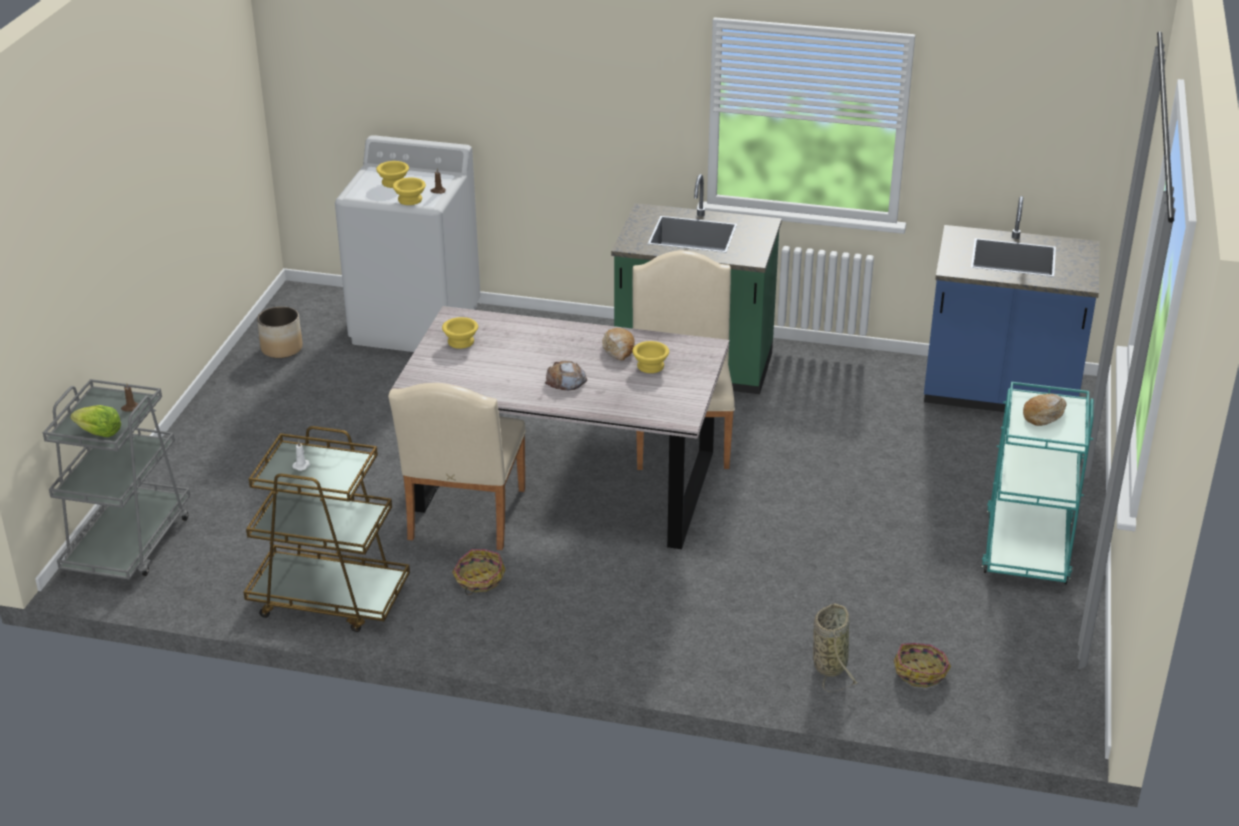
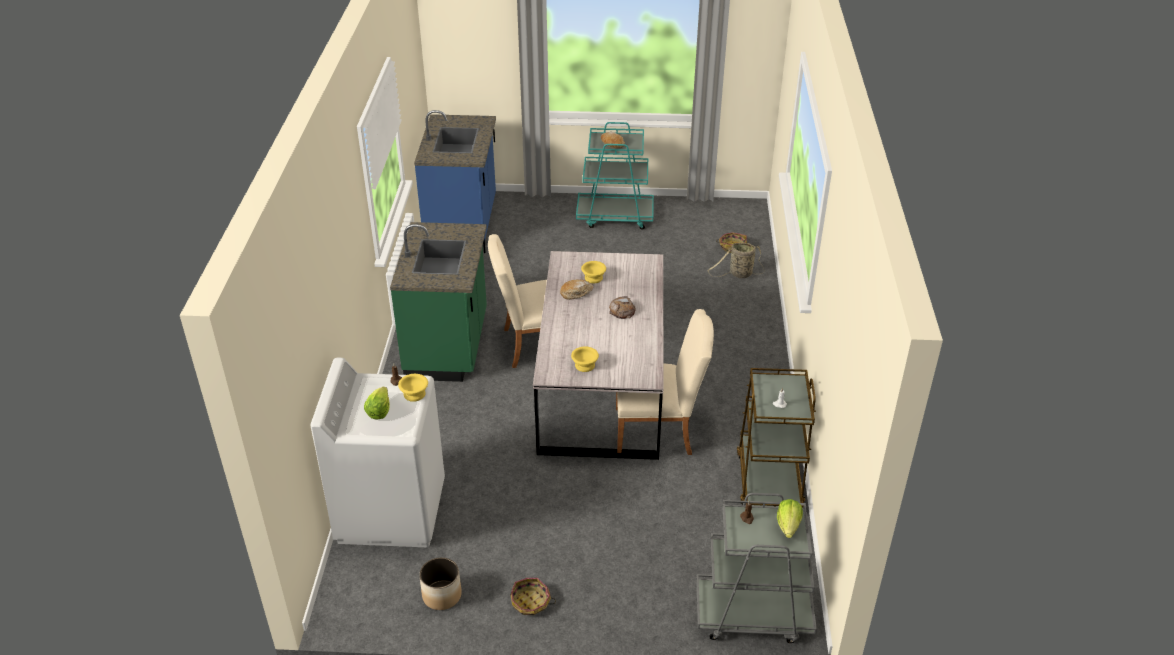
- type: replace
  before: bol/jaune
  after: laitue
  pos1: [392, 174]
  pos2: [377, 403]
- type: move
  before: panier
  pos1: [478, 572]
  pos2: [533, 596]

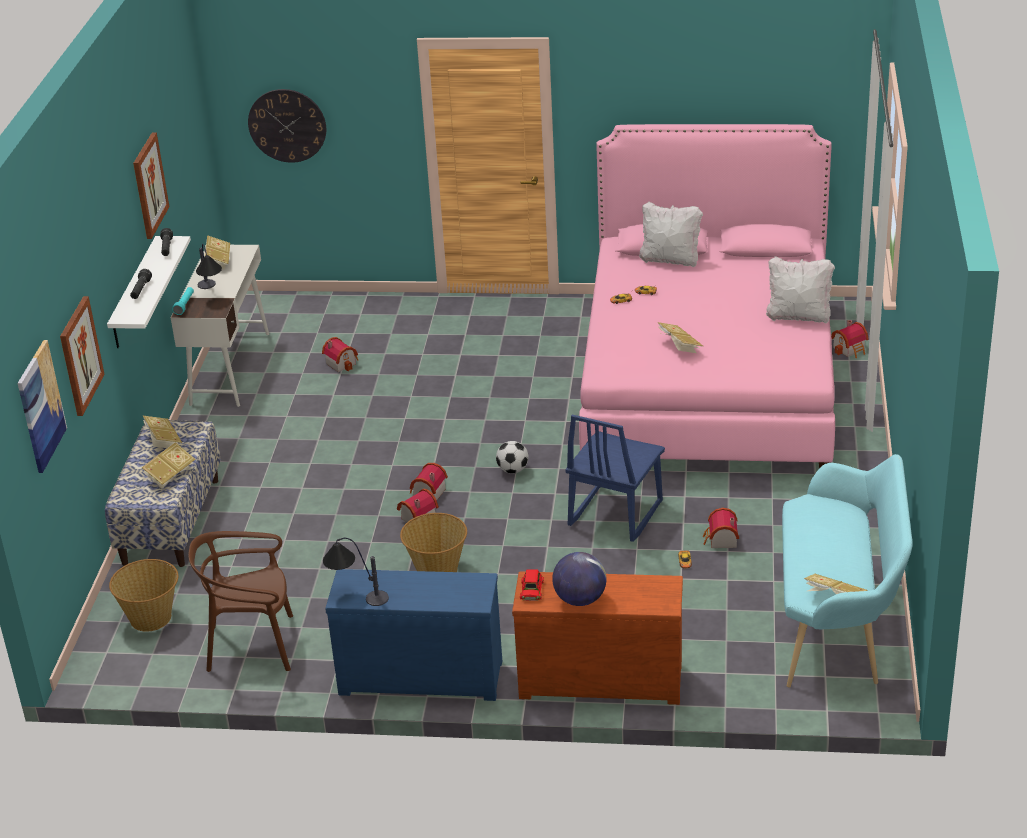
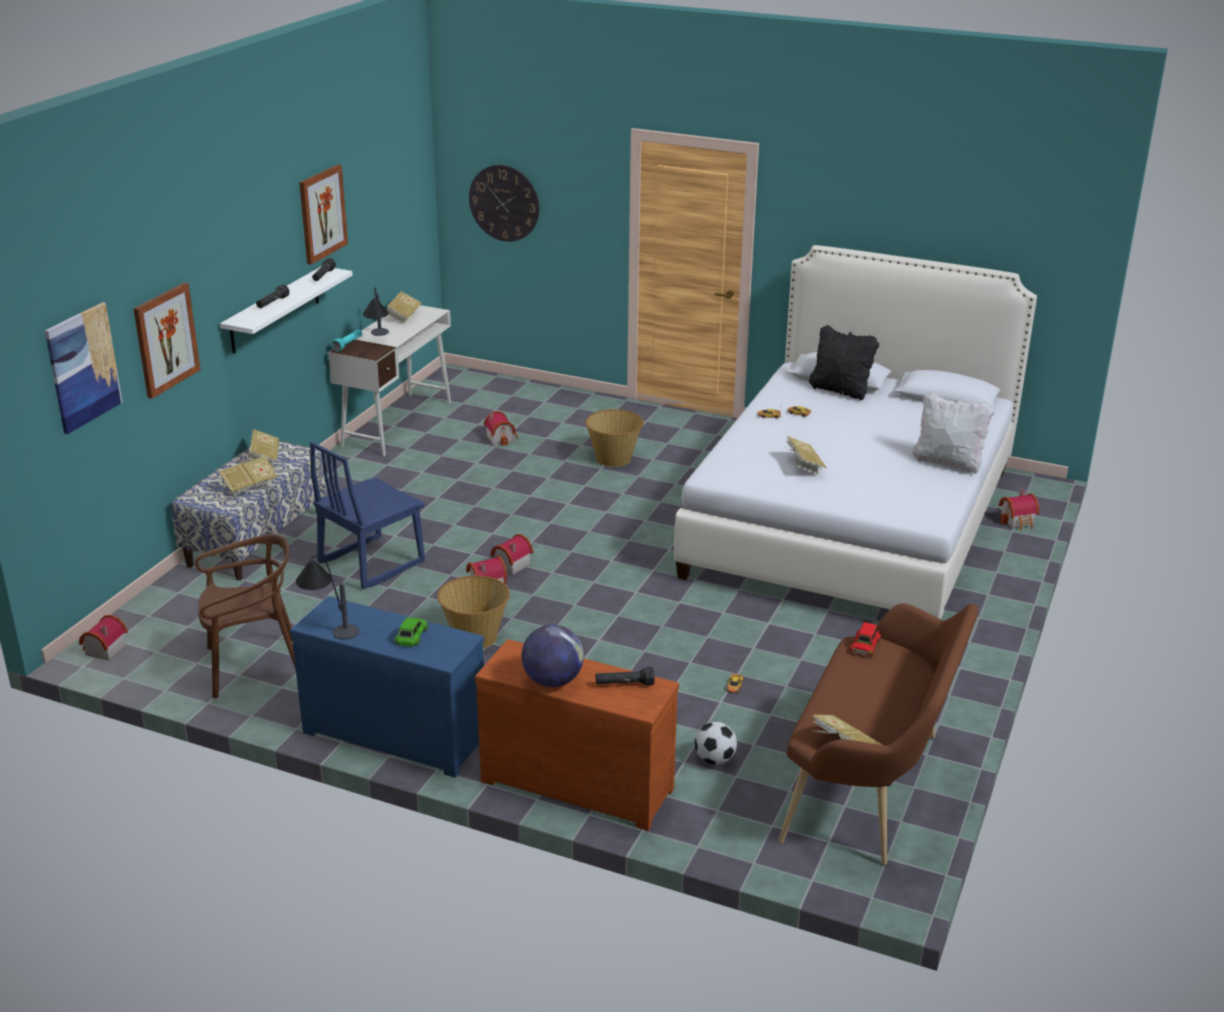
- type: move
  before: panier
  pos1: [143, 595]
  pos2: [614, 438]
- type: rotate
  before: chaise/marron
  pos1: [240, 601]
  pos2: [245, 616]
  turn: 150
- type: move
  before: ballon de foot
  pos1: [512, 457]
  pos2: [716, 743]
- type: move
  before: petite voiture/rouge
  pos1: [532, 585]
  pos2: [865, 639]
- type: move
  before: chaise/bleu
  pos1: [615, 478]
  pos2: [367, 515]
- type: recolor
  before: lit/rose
  after: lit/blanc
  pos1: [707, 296]
  pos2: [855, 432]
- type: recolor
  before: coussin/blanc
  after: coussin/noir
  pos1: [671, 234]
  pos2: [844, 363]
- type: move
  before: maison miniature
  pos1: [721, 528]
  pos2: [103, 638]
- type: recolor
  before: banc/turquoise
  after: banc/marron
  pos1: [847, 570]
  pos2: [878, 734]
- type: insert
  after: petite voiture/vert
  pos2: [411, 632]
- type: insert
  after: lampe de poche/noir
  pos2: [625, 676]

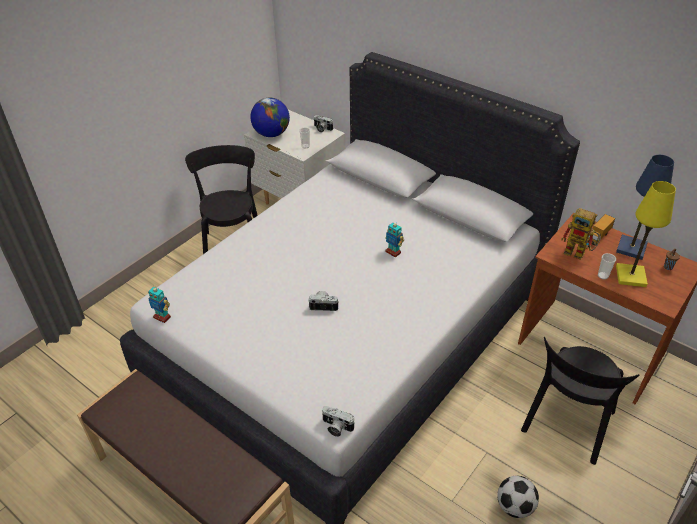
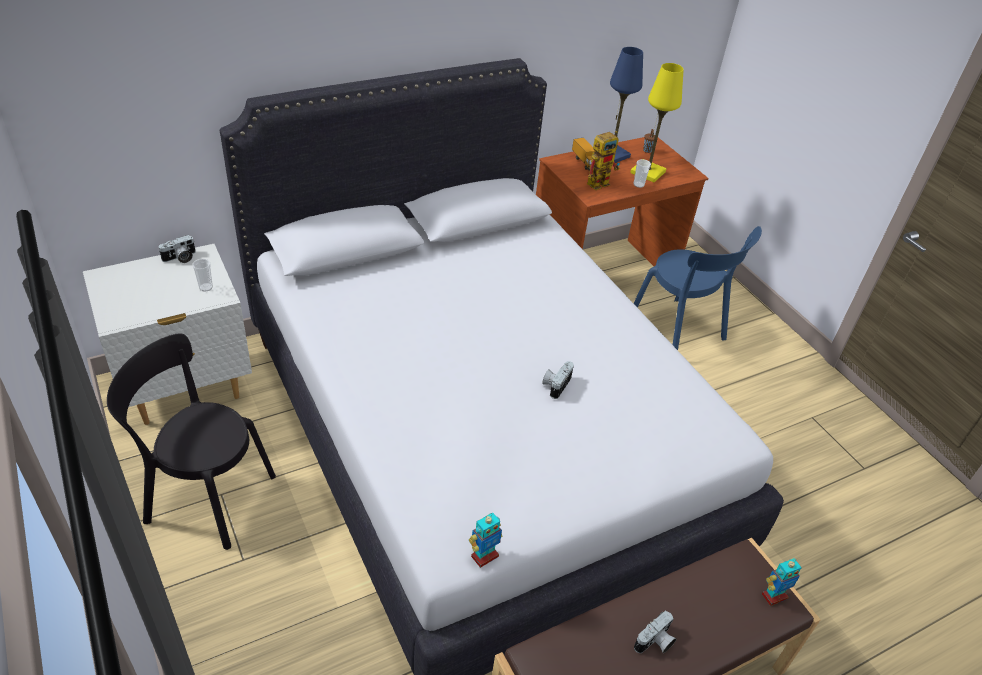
- type: delete
  before: globe
  pos1: [270, 117]
- type: move
  before: appareil photo
  pos1: [338, 421]
  pos2: [655, 632]
- type: move
  before: robot jouet
  pos1: [394, 239]
  pos2: [782, 582]
- type: delete
  before: ballon de foot
  pos1: [518, 497]
- type: recolor
  before: chaise/noir
  after: chaise/bleu
  pos1: [580, 401]
  pos2: [698, 288]

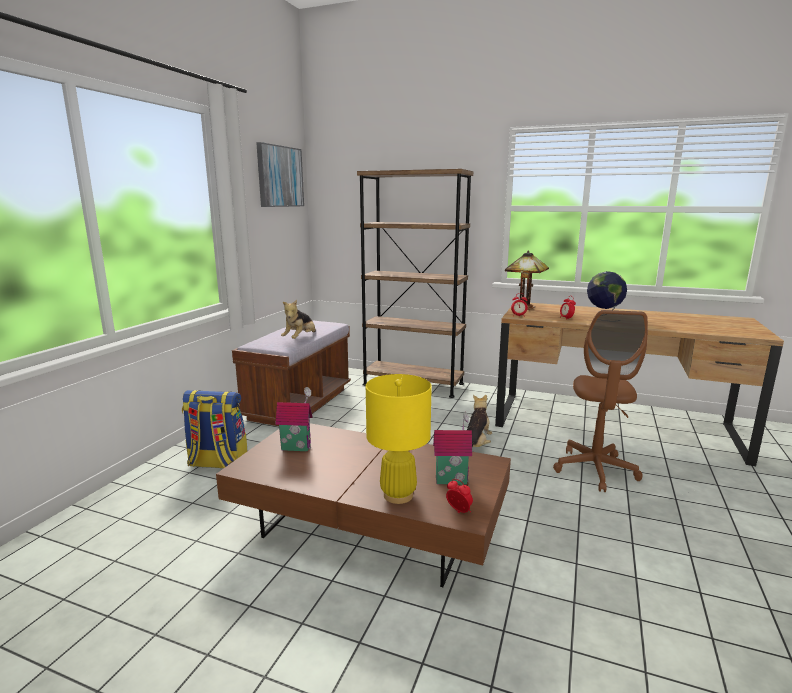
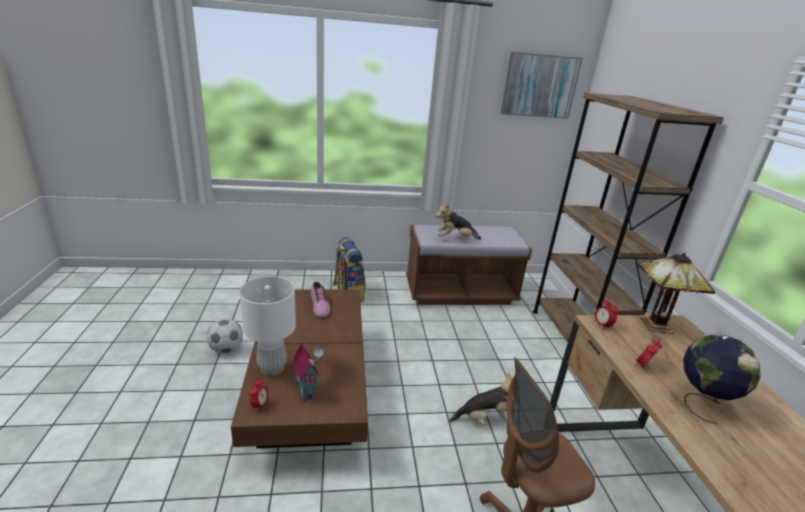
- type: replace
  before: maison miniature
  after: chaussure
  pos1: [294, 419]
  pos2: [320, 299]
- type: recolor
  before: lampe de table/jaune
  after: lampe de table/blanc
  pos1: [399, 439]
  pos2: [268, 327]
- type: insert
  after: ballon de foot
  pos2: [225, 336]

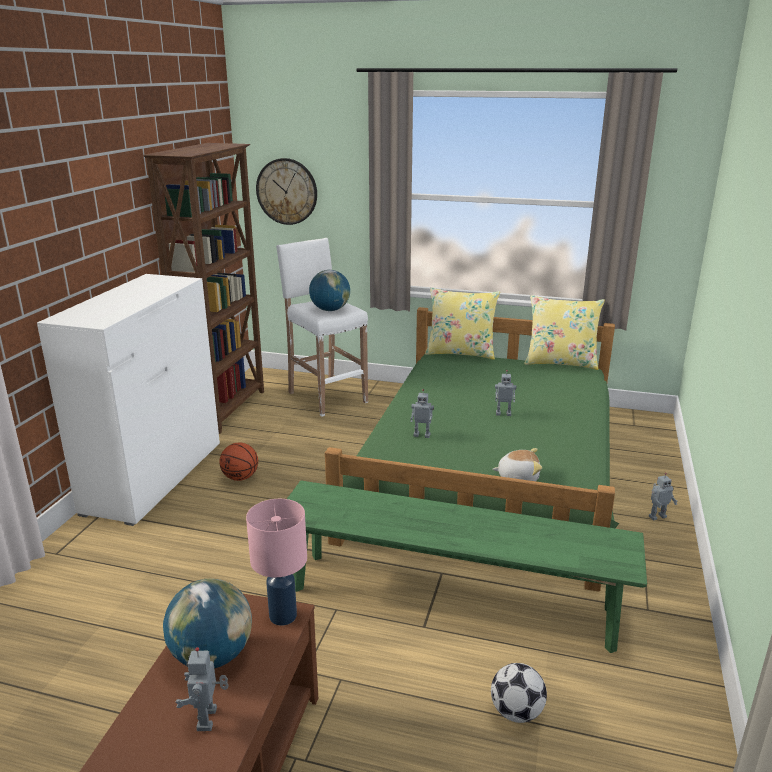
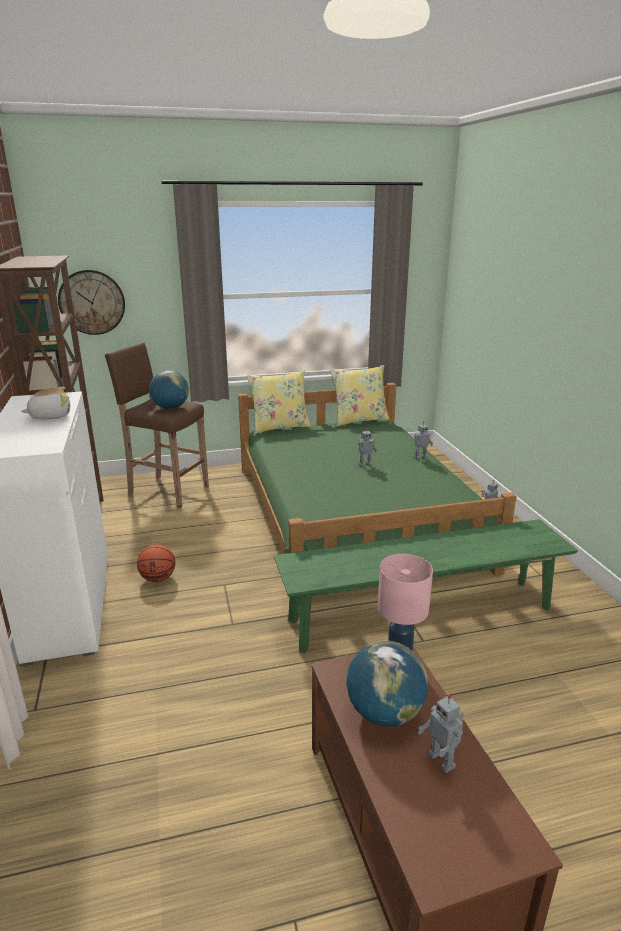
- type: recolor
  before: tabouret/blanc
  after: tabouret/marron
  pos1: [322, 327]
  pos2: [157, 425]
- type: move
  before: robot jouet
  pos1: [422, 413]
  pos2: [423, 440]
- type: delete
  before: ballon de foot
  pos1: [519, 693]
- type: move
  before: peluche
  pos1: [517, 464]
  pos2: [45, 403]

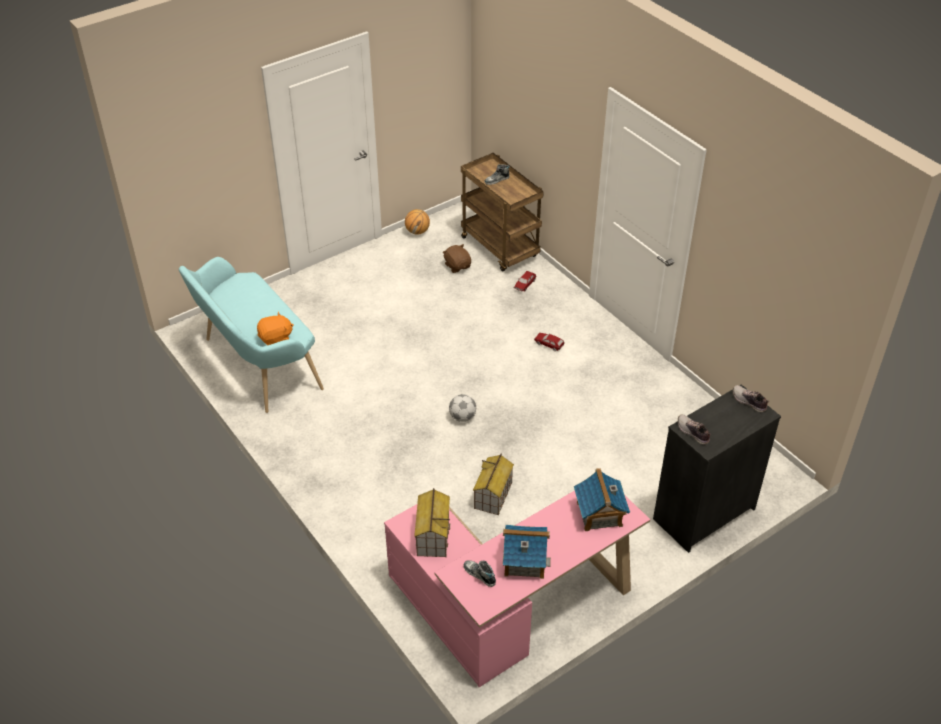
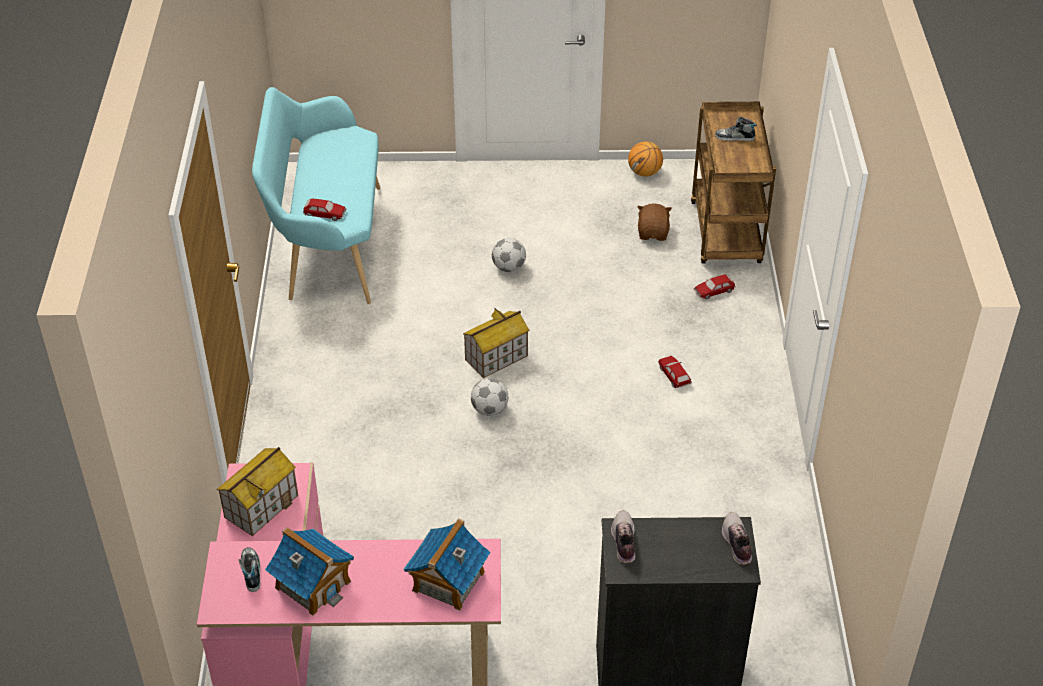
- type: replace
  before: peluche/orange
  after: petite voiture
  pos1: [275, 328]
  pos2: [324, 209]
- type: move
  before: maison miniature
  pos1: [493, 484]
  pos2: [496, 343]
- type: insert
  after: ballon de foot
  pos2: [509, 255]

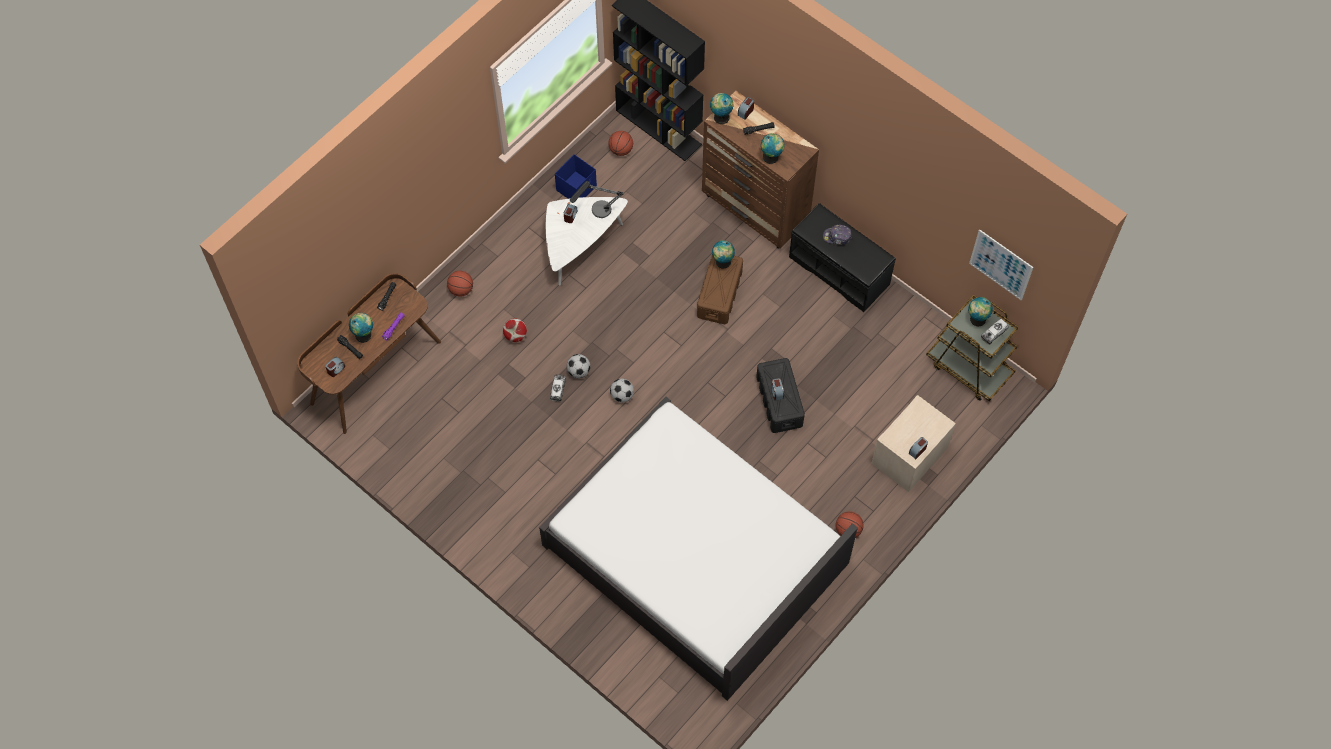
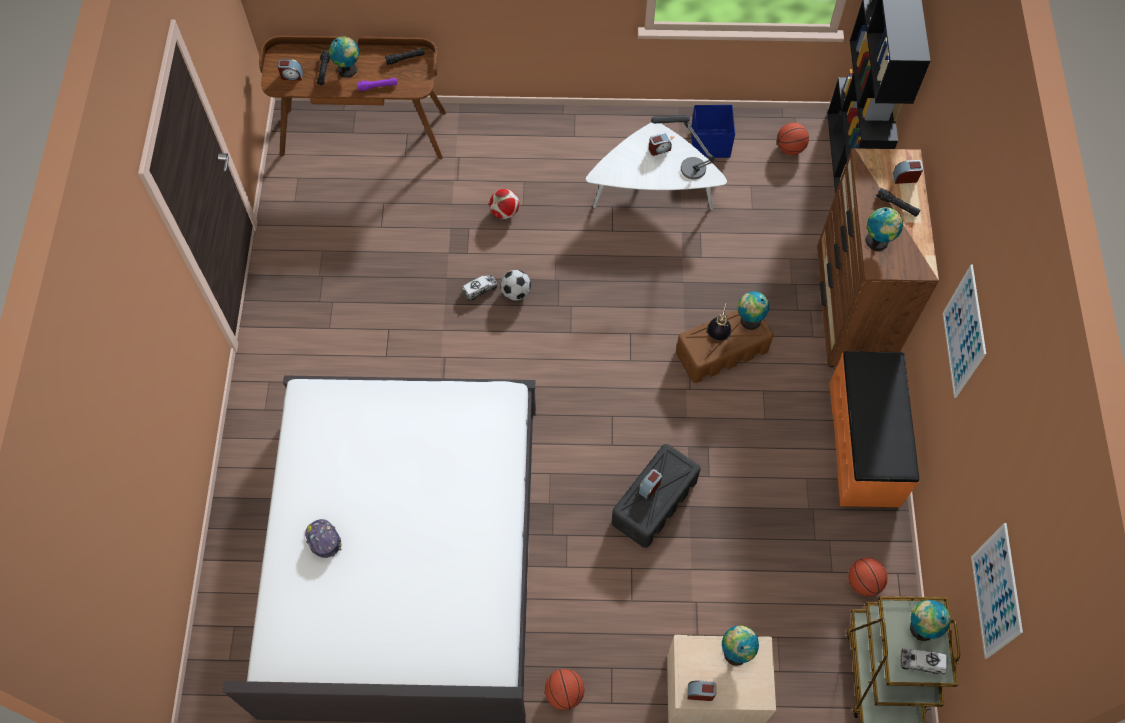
- type: move
  before: ballon de basket
  pos1: [460, 284]
  pos2: [868, 577]
- type: delete
  before: ballon de foot
  pos1: [622, 391]
- type: move
  before: globe
  pos1: [721, 108]
  pos2: [740, 646]
- type: recolor
  before: banc/noir
  after: banc/orange
  pos1: [842, 257]
  pos2: [874, 429]
- type: move
  before: casquette
  pos1: [837, 235]
  pos2: [323, 538]
- type: insert
  after: lampe de table
  pos2: [719, 321]
- type: insert
  after: tableau
  pos2: [964, 331]

